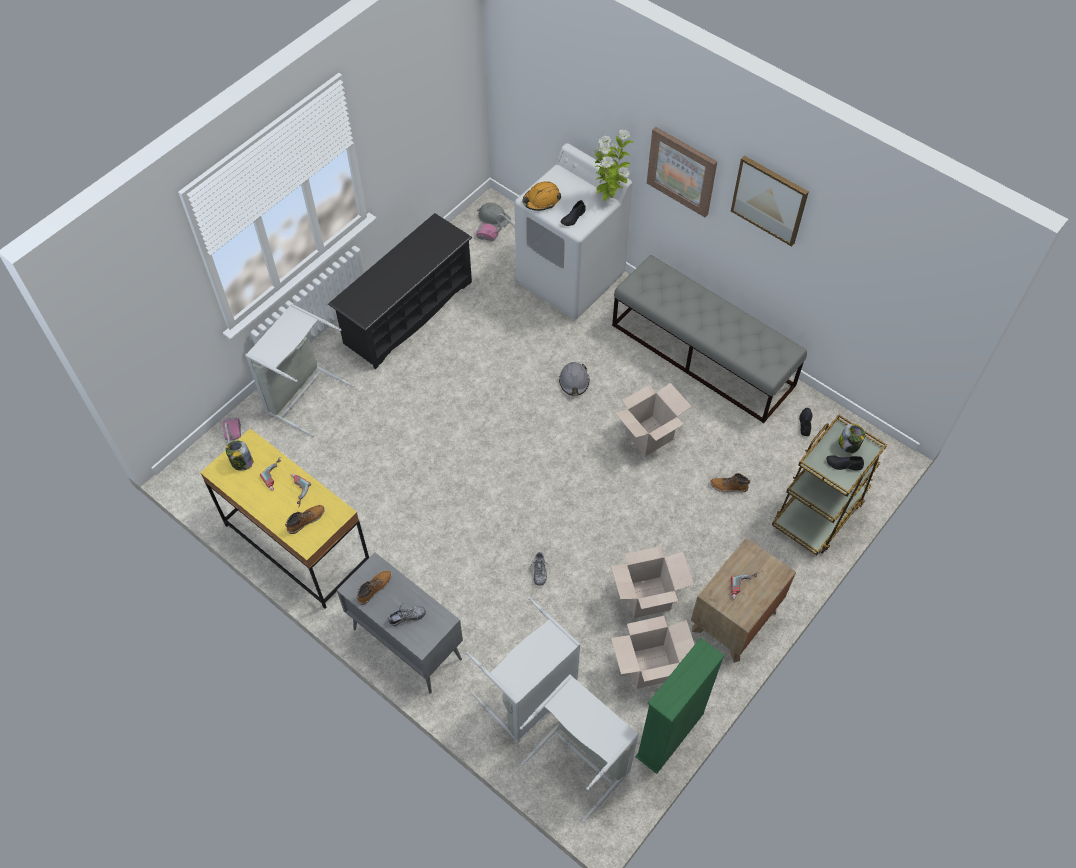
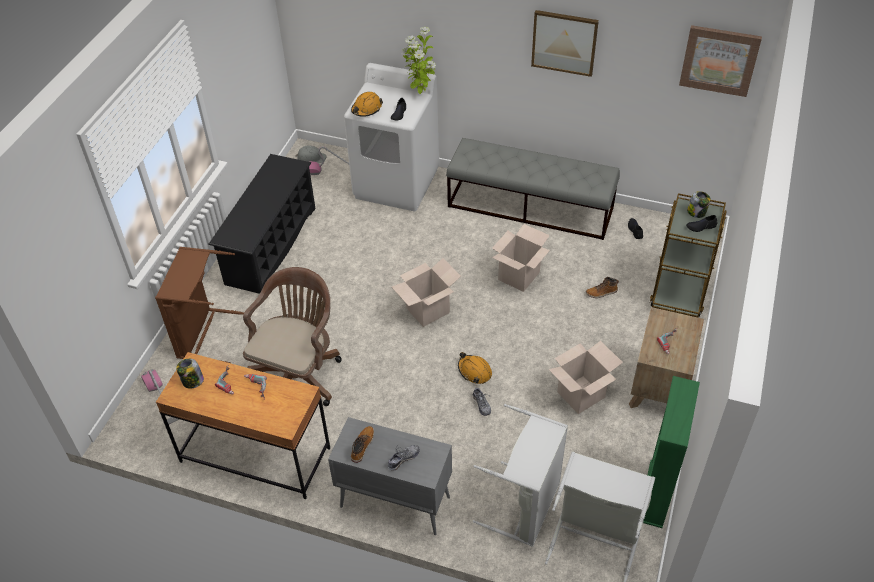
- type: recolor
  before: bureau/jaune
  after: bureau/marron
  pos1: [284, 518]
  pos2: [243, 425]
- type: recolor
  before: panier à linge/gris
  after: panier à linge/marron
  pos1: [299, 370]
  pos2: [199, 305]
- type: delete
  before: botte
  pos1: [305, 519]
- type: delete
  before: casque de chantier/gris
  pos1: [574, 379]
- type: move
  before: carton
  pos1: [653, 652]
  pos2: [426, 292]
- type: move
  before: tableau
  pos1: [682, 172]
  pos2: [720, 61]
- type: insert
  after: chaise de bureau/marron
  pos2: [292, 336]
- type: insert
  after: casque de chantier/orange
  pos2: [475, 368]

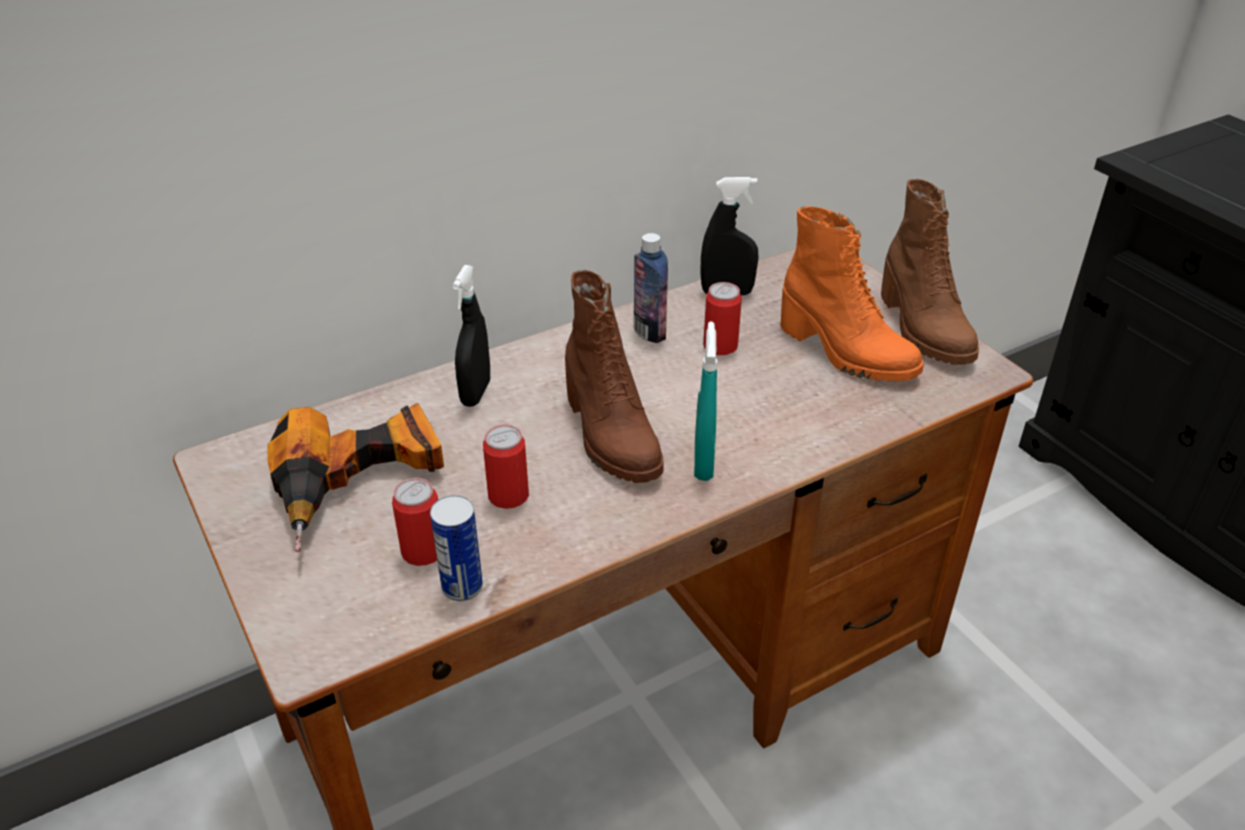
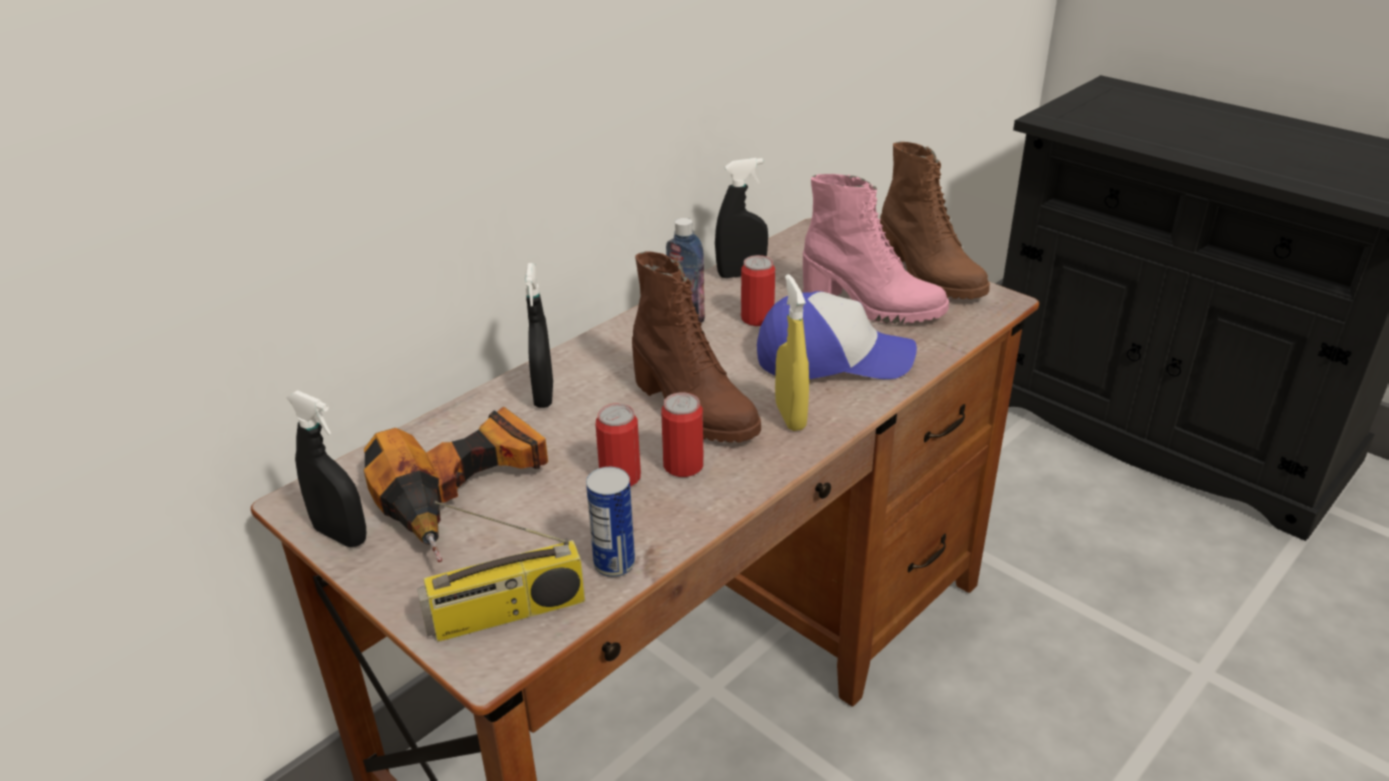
- type: move
  before: boîte métallique
  pos1: [415, 522]
  pos2: [682, 434]
- type: recolor
  before: vaporisateur/turquoise
  after: vaporisateur/jaune
  pos1: [705, 401]
  pos2: [792, 352]
- type: recolor
  before: botte/orange
  after: botte/rose
  pos1: [852, 293]
  pos2: [876, 249]
- type: insert
  after: vaporisateur/noir
  pos2: [326, 468]
- type: insert
  after: radio
  pos2: [501, 571]
- type: insert
  after: casquette
  pos2: [837, 335]

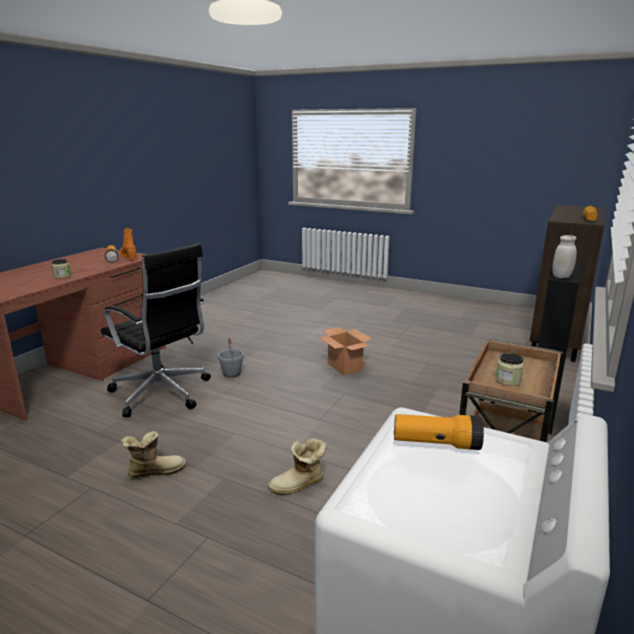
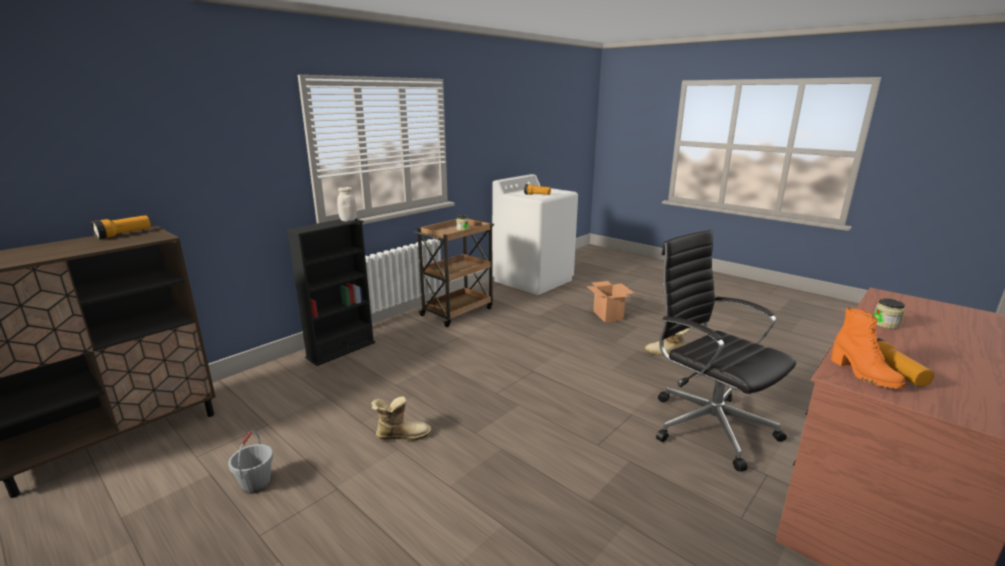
- type: move
  before: seau/gris
  pos1: [231, 358]
  pos2: [250, 462]
- type: move
  before: botte
  pos1: [297, 466]
  pos2: [401, 418]
- type: move
  before: carton
  pos1: [345, 351]
  pos2: [610, 301]

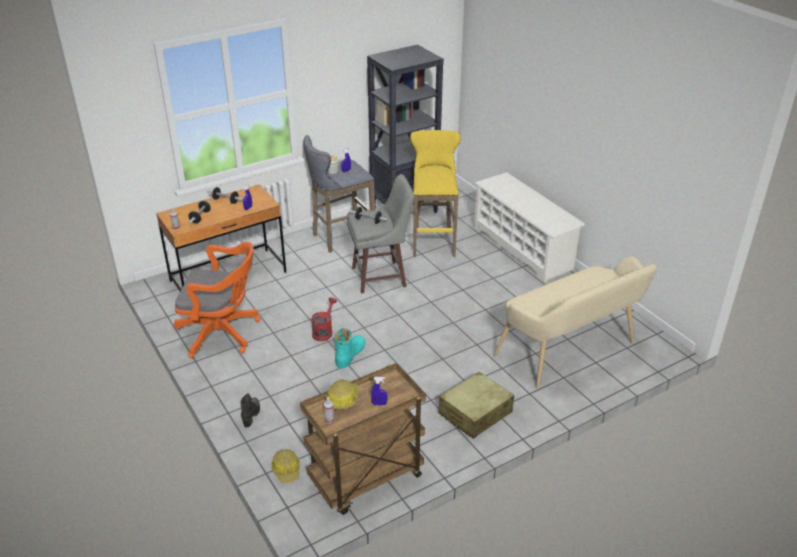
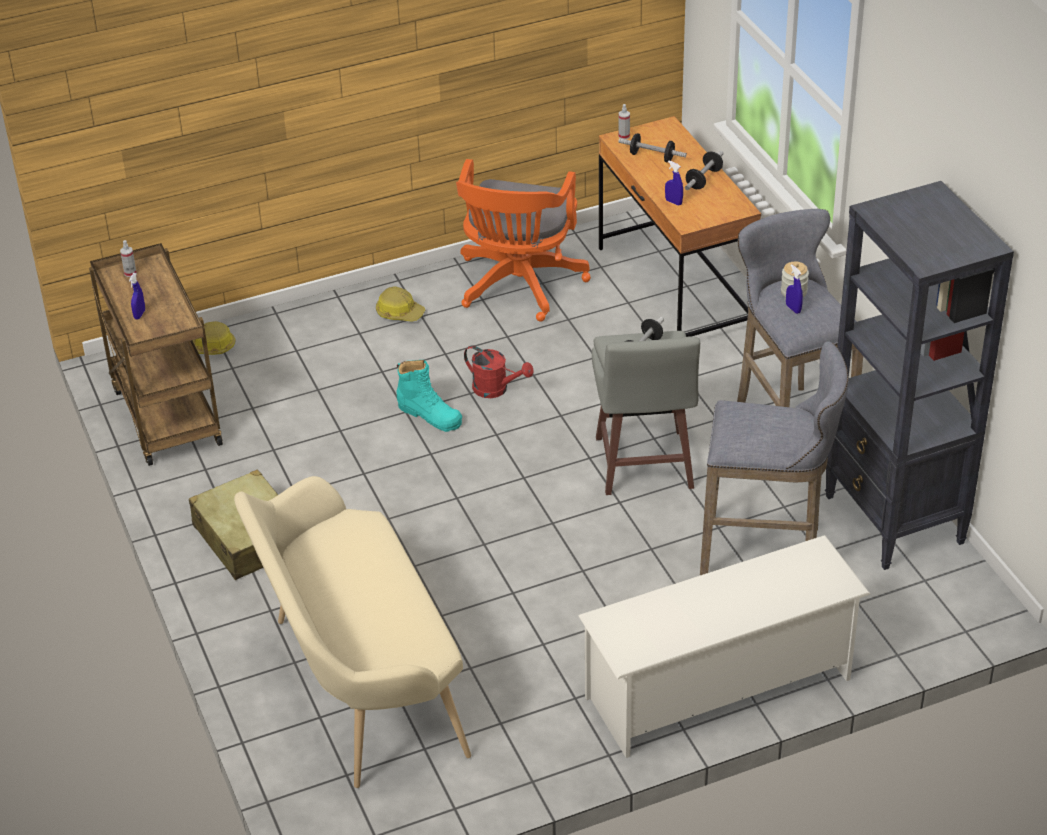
- type: delete
  before: botte/noir
  pos1: [250, 410]
- type: move
  before: casque de chantier
  pos1: [342, 394]
  pos2: [401, 304]
- type: recolor
  before: tabouret/jaune
  after: tabouret/gris
  pos1: [435, 193]
  pos2: [774, 458]

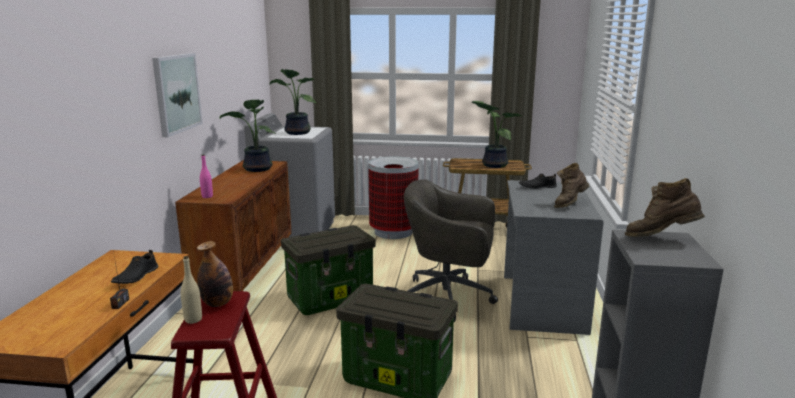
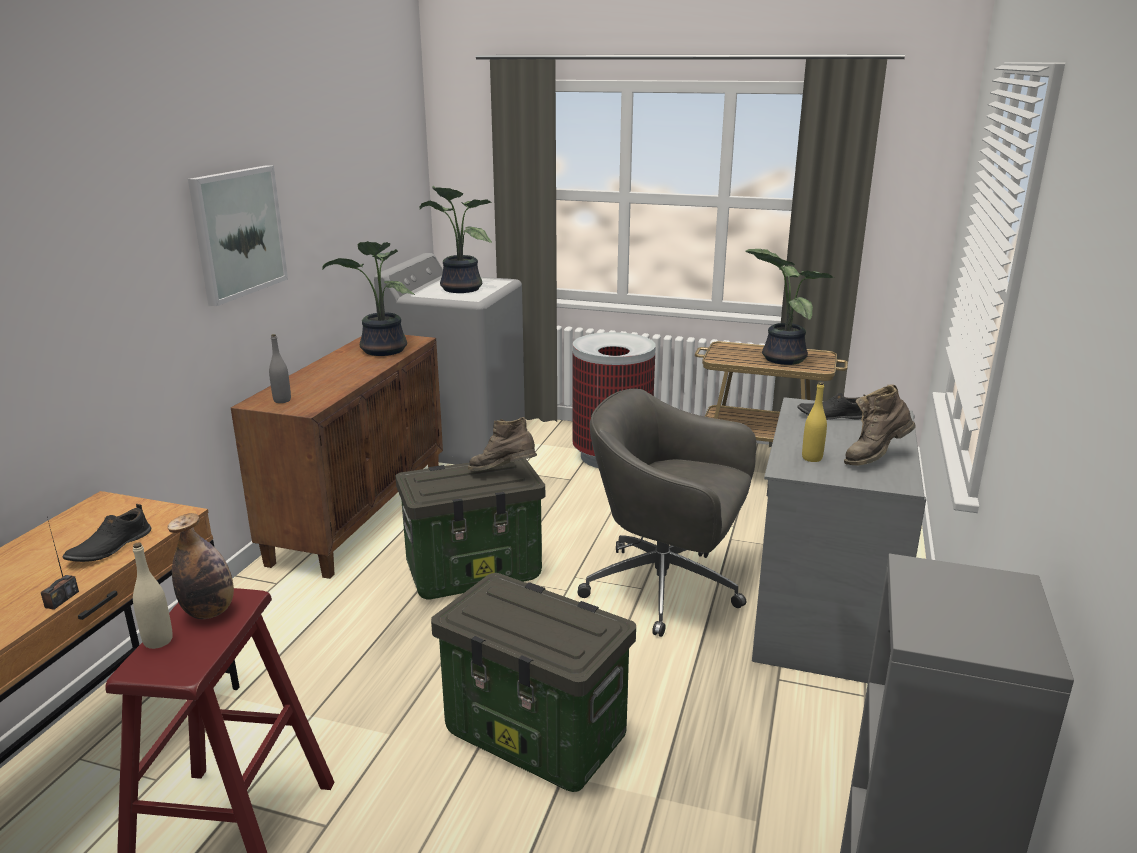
- type: recolor
  before: bouteille/rose
  after: bouteille/gris
  pos1: [206, 176]
  pos2: [280, 368]
- type: move
  before: botte/marron
  pos1: [665, 207]
  pos2: [502, 444]
- type: insert
  after: bouteille/jaune
  pos2: [814, 422]

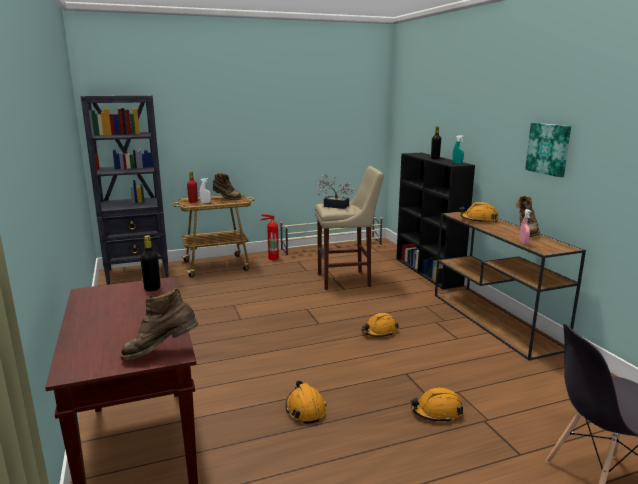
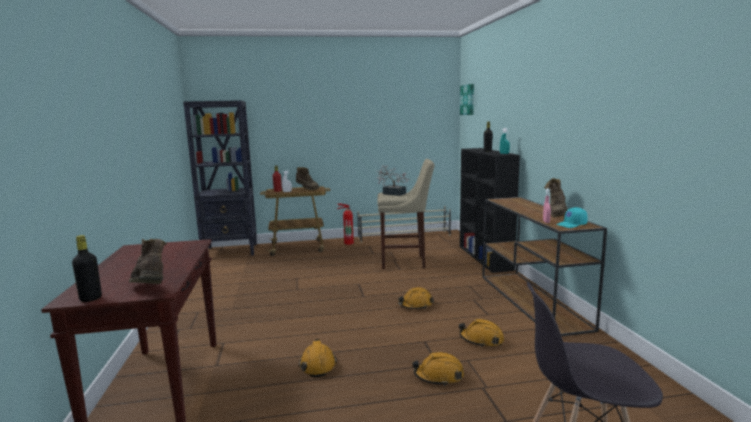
- type: rotate
  before: botte/marron
  pos1: [159, 324]
  pos2: [148, 261]
  turn: 60
- type: move
  before: bouteille/noir
  pos1: [150, 263]
  pos2: [87, 268]
- type: move
  before: casque de chantier/orange
  pos1: [479, 212]
  pos2: [481, 333]
- type: move
  before: tableau
  pos1: [548, 150]
  pos2: [467, 99]
- type: insert
  after: casquette/turquoise
  pos2: [572, 217]

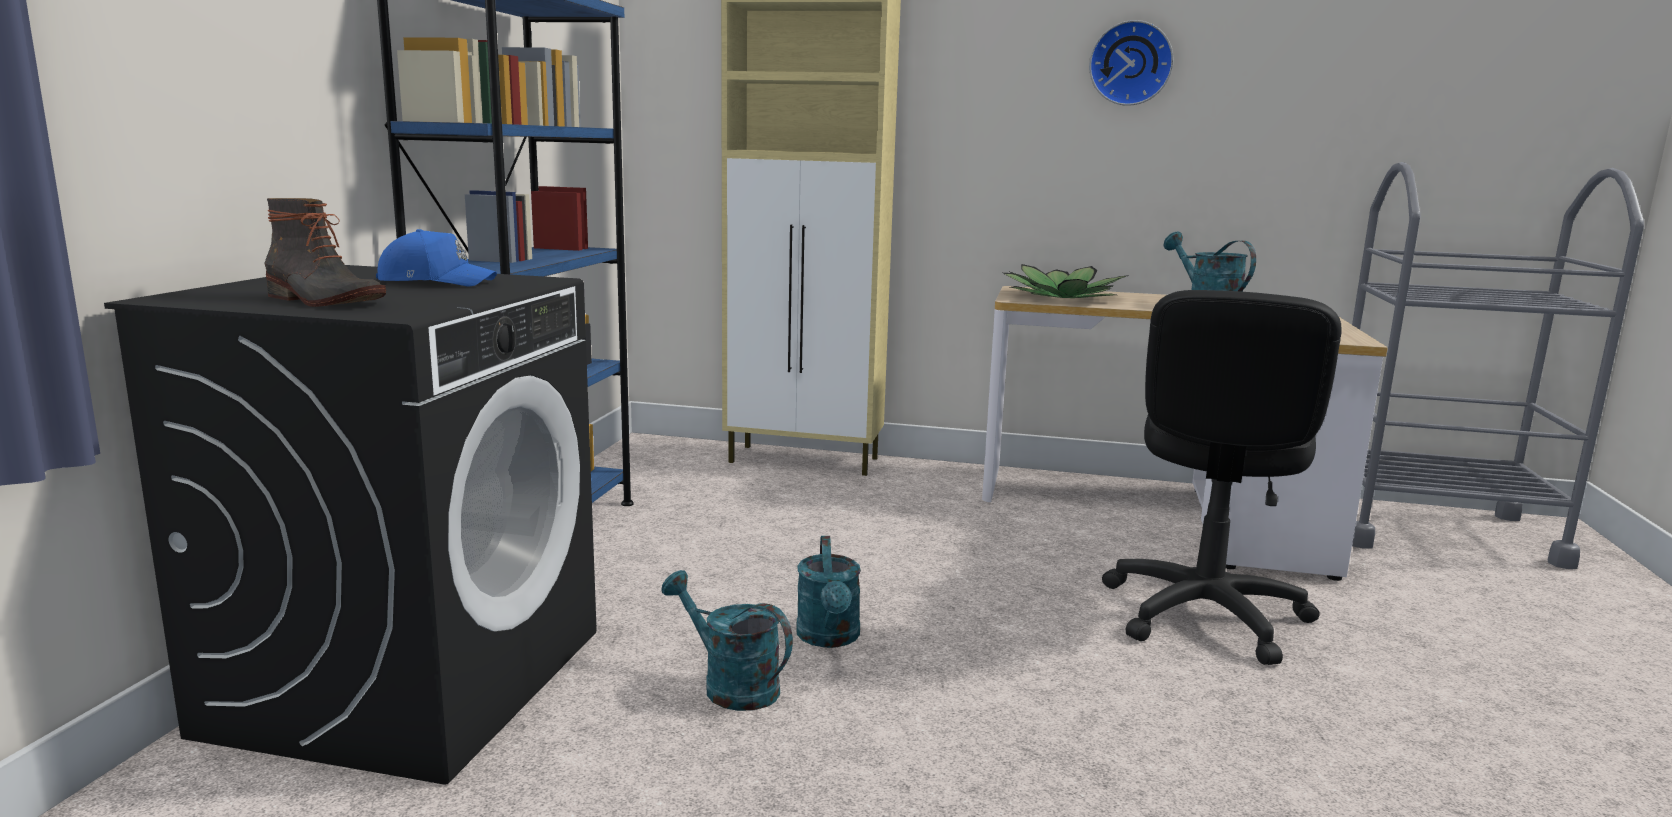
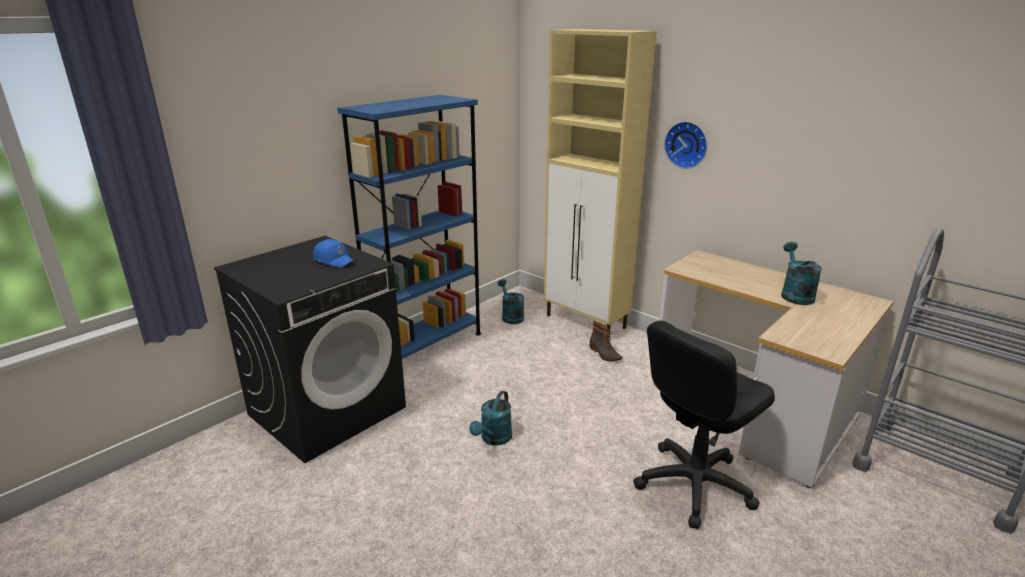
- type: move
  before: botte
  pos1: [325, 252]
  pos2: [606, 341]
- type: move
  before: arrosoir/turquoise
  pos1: [727, 640]
  pos2: [510, 301]
- type: delete
  before: plante en pot
  pos1: [1066, 281]
- type: move
  before: horloge murale
  pos1: [1131, 63]
  pos2: [685, 145]

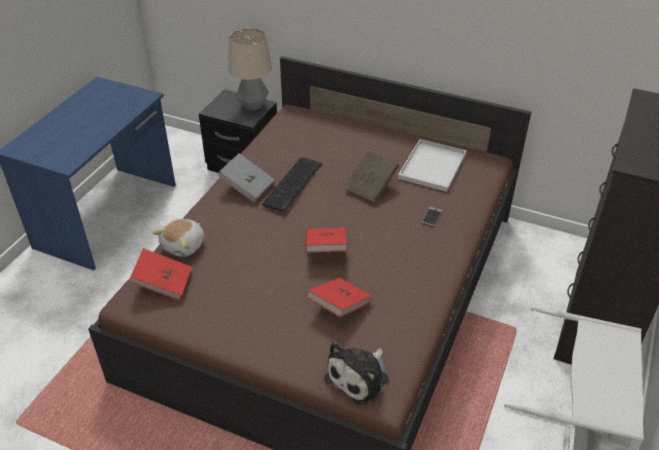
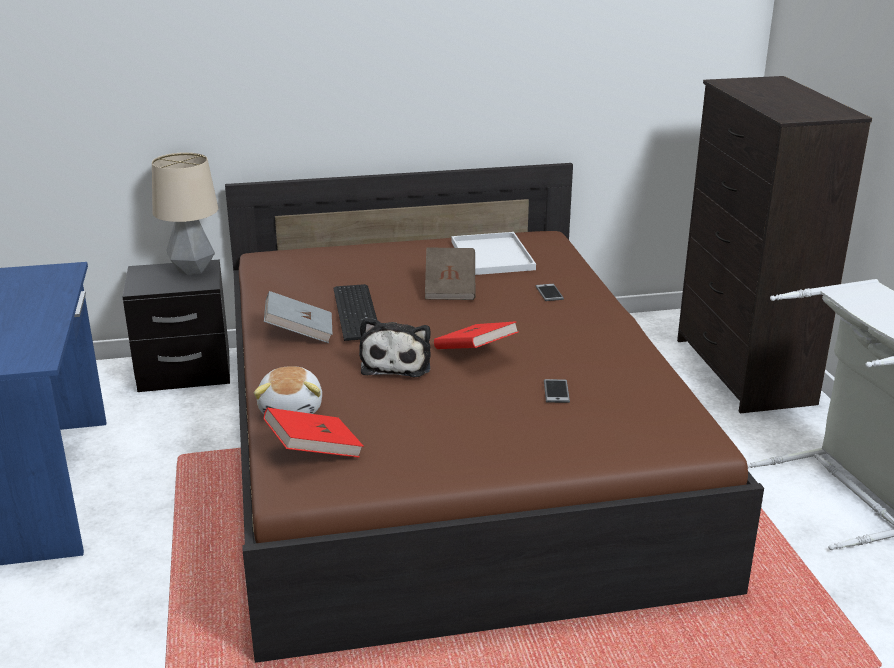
- type: replace
  before: livre/rouge
  after: téléphone
  pos1: [339, 297]
  pos2: [557, 391]
- type: move
  before: peluche
  pos1: [356, 373]
  pos2: [395, 347]

